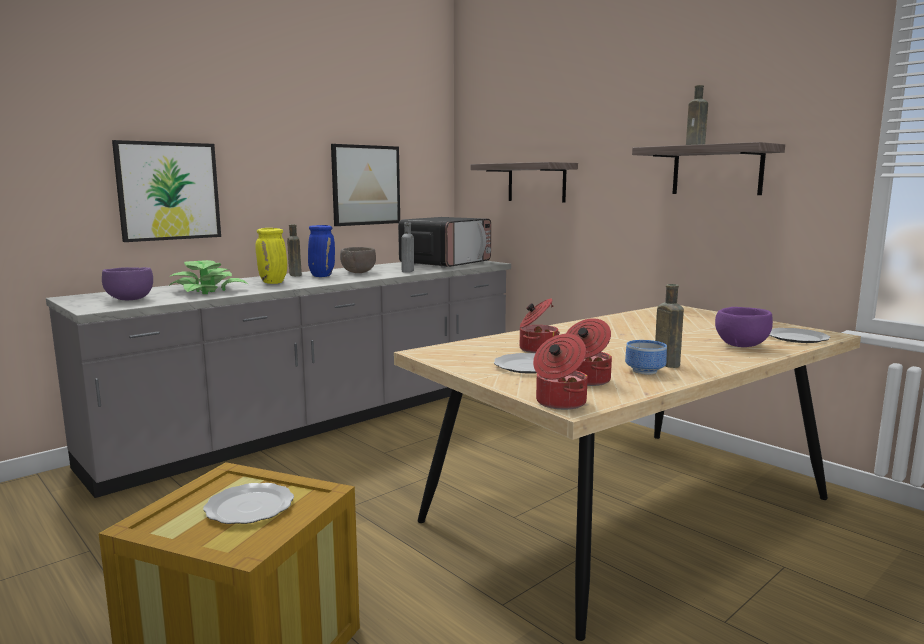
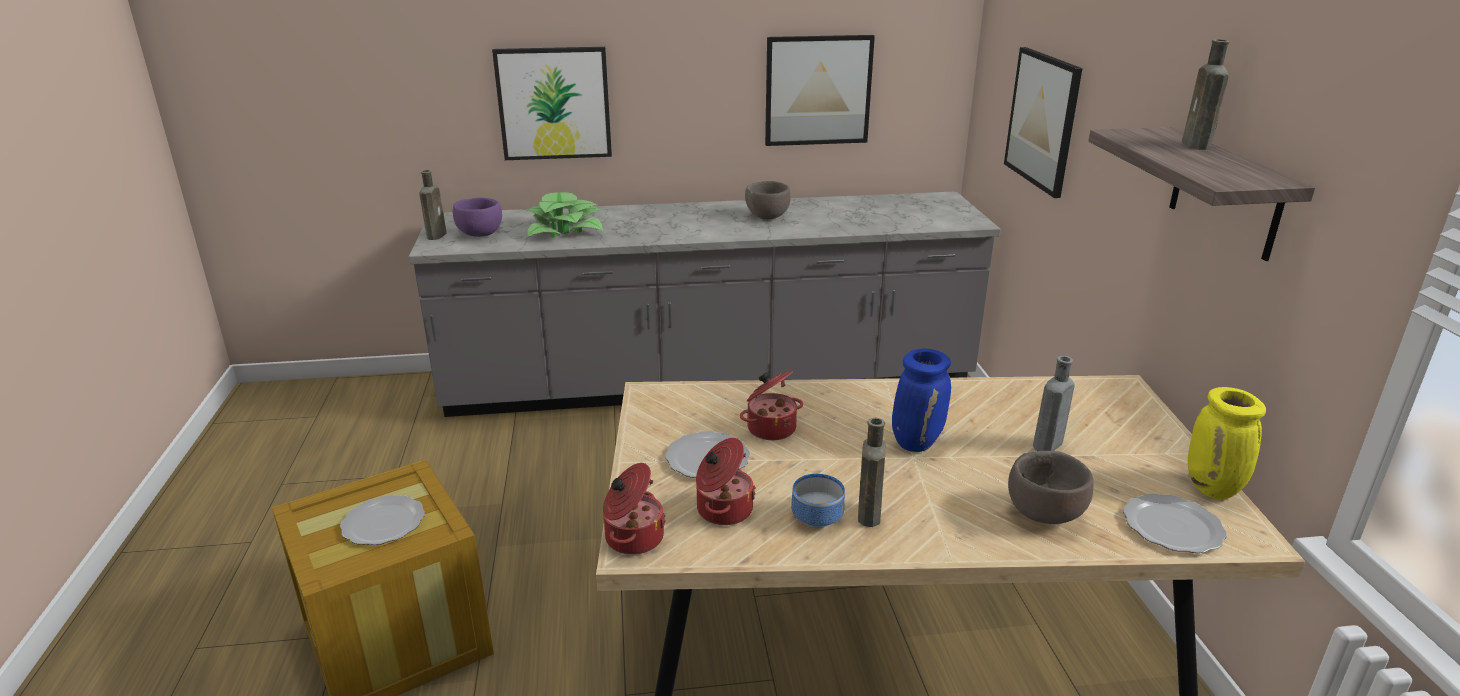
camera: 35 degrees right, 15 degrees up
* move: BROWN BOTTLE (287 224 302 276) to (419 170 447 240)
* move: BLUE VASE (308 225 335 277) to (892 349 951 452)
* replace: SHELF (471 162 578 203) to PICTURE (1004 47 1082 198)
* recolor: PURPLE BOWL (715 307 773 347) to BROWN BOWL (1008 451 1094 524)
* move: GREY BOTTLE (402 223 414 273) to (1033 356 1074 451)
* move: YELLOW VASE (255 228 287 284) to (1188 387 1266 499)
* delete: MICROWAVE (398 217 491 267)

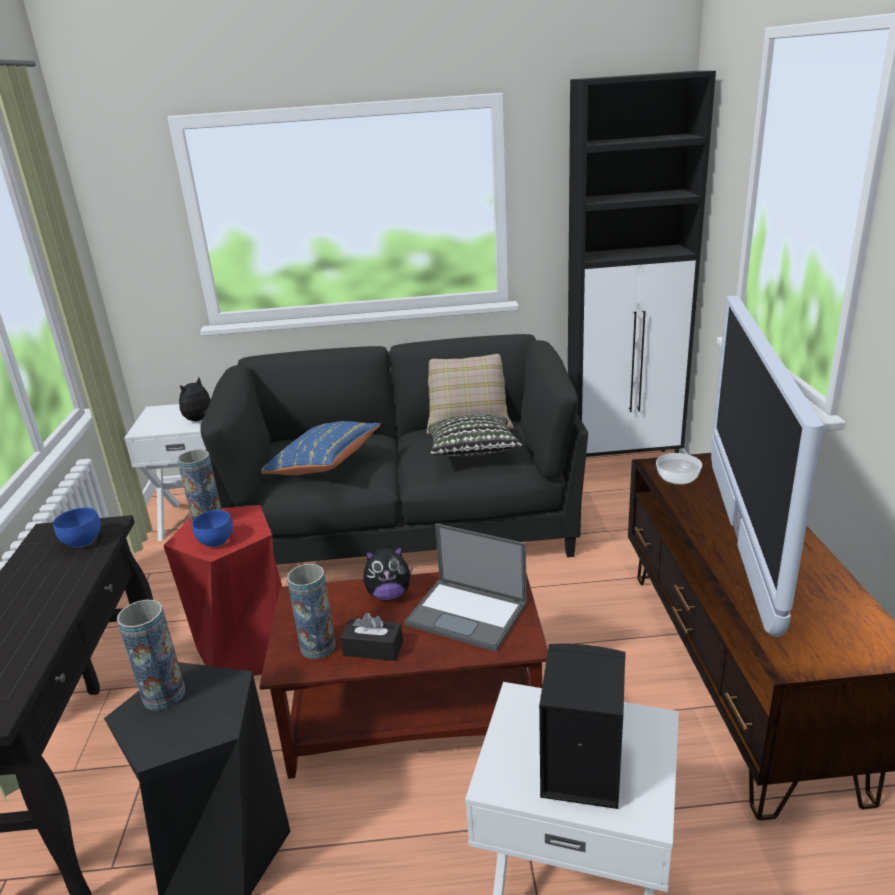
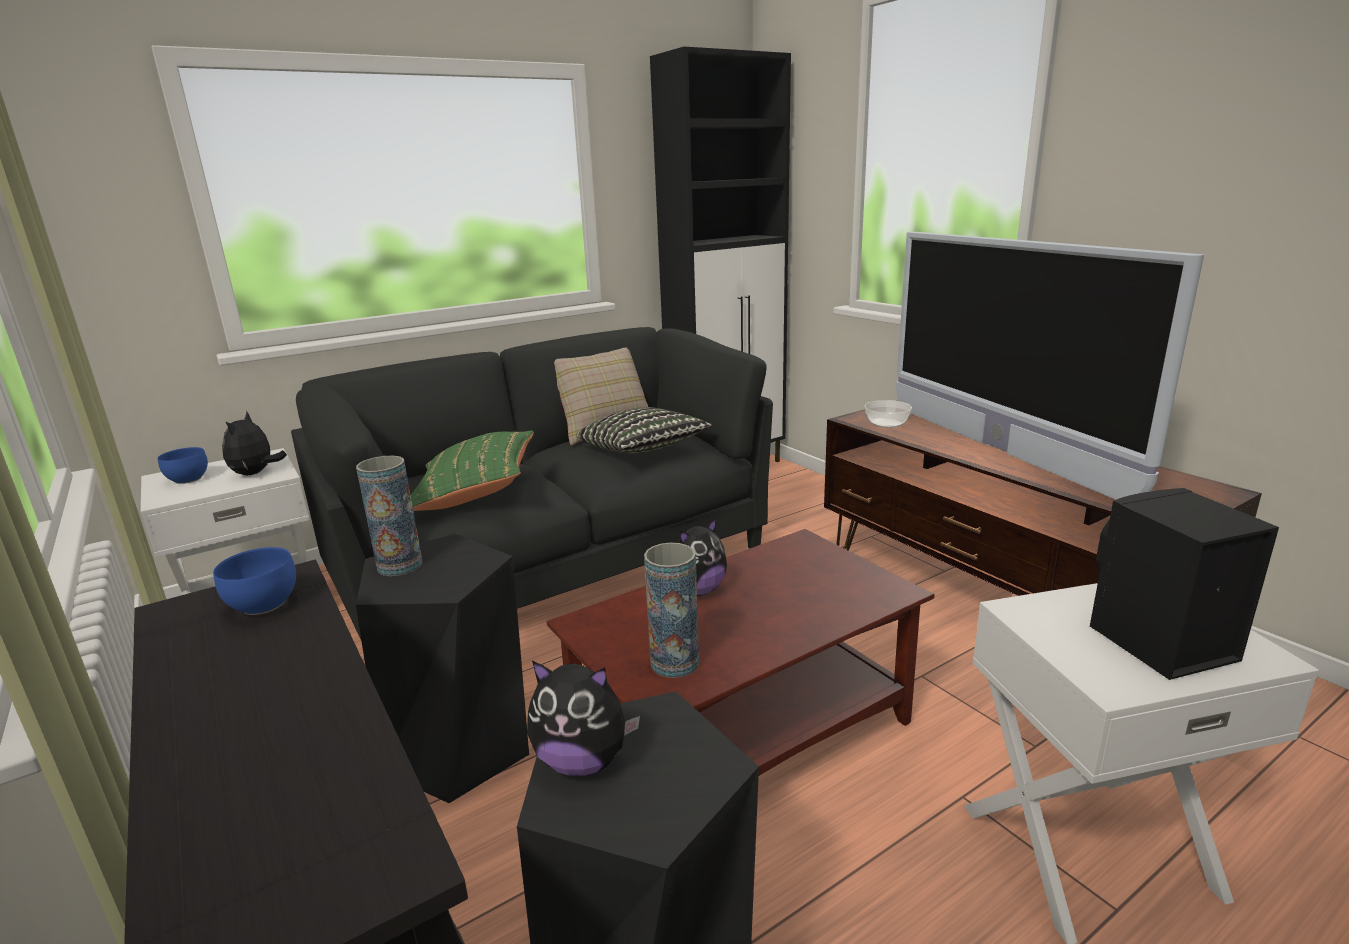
camera: 30 degrees left, 5 degrees down
* move: BLUE BOWL (192 510 233 547) to (158 447 208 484)
* recolor: RED STOOL (163 505 282 676) to BLACK STOOL (356 534 529 803)
* recolor: BLUE PILLOW (261 421 381 475) to GREEN PILLOW (411 431 534 511)
* replace: VASE (117 600 185 711) to PLUSH TOY (527 661 640 776)
* delete: BLACK TISSUE BOX (340 613 403 661)
* delete: LAPTOP (404 523 527 652)

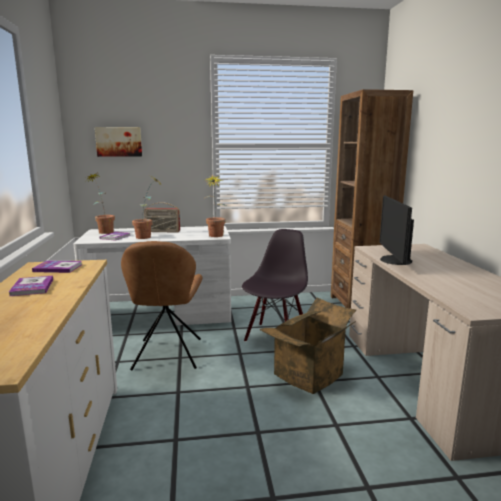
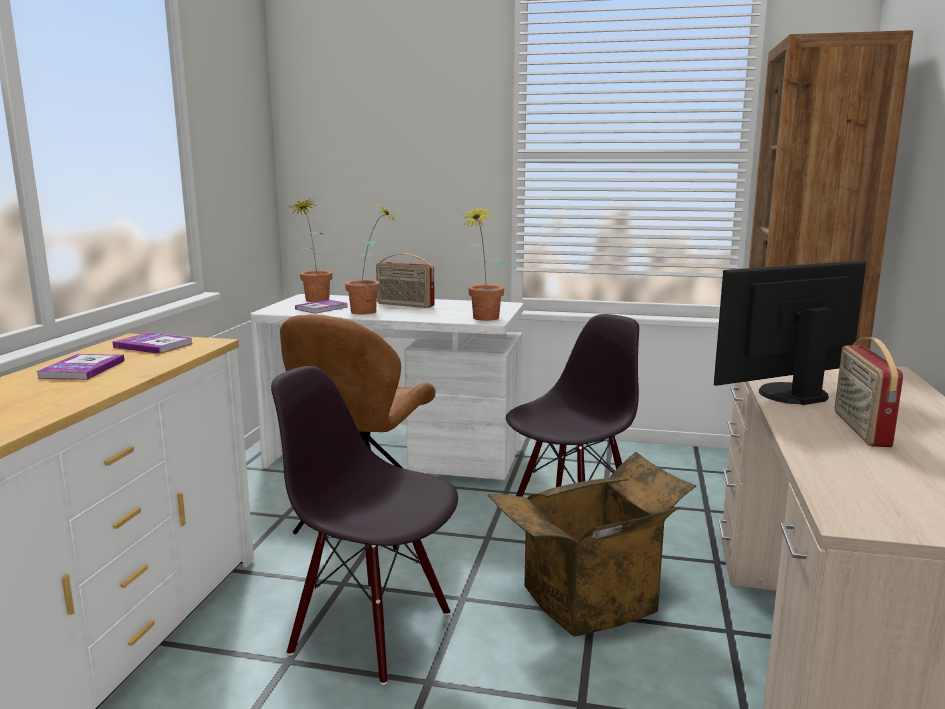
camera: 20 degrees right, 0 degrees up
* insert: BLACK CHAIR (271 366 458 685)
* rotate: MONITOR (379 195 414 265) = (714 260 866 405) 45 degrees clockwise
* insert: RADIO (835 337 903 447)
* delete: PICTURE (95 127 142 157)

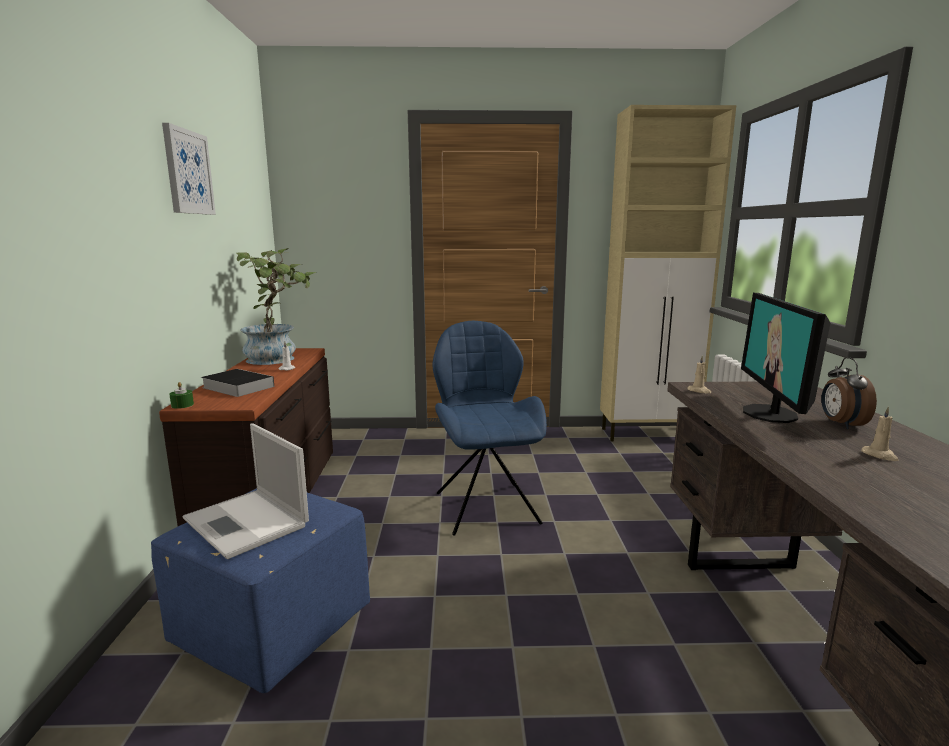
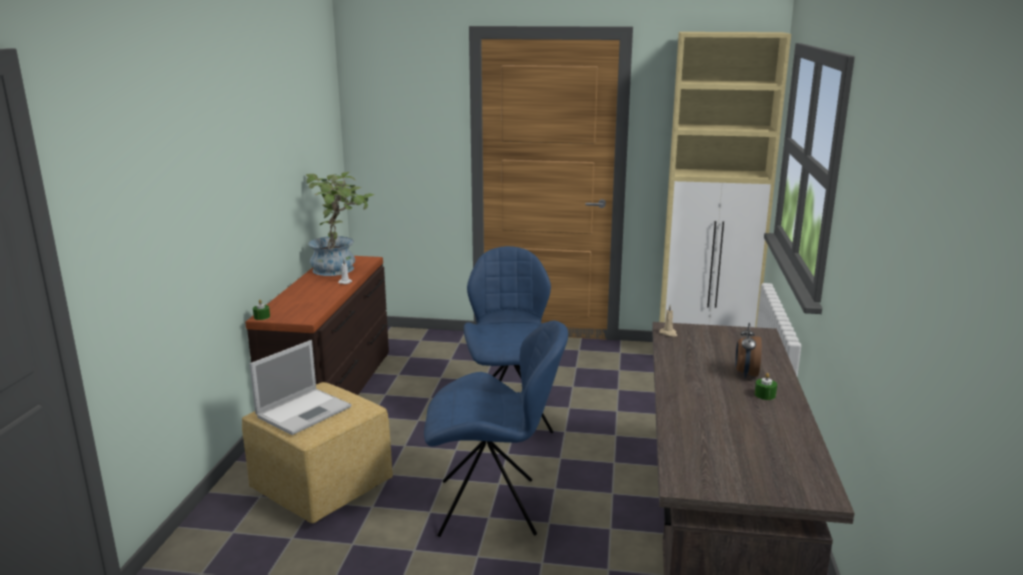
camera: 10 degrees right, 5 degrees up
* recolor: BLUE OTTOMAN (151 488 370 693) to YELLOW OTTOMAN (242 382 393 523)
* rotate: LAPTOP (182 423 309 559) = (249 340 351 435) 105 degrees counterclockwise
* insert: BLUE CHAIR (424 321 568 537)
* insert: GREEN CANDLE (755 373 777 400)
* delete: PICTURE (162 123 216 215)
* delete: BOOK (201 369 274 397)
* delete: MONITOR (741 293 830 423)
* delete: BEIGE CANDLE (861 407 898 461)

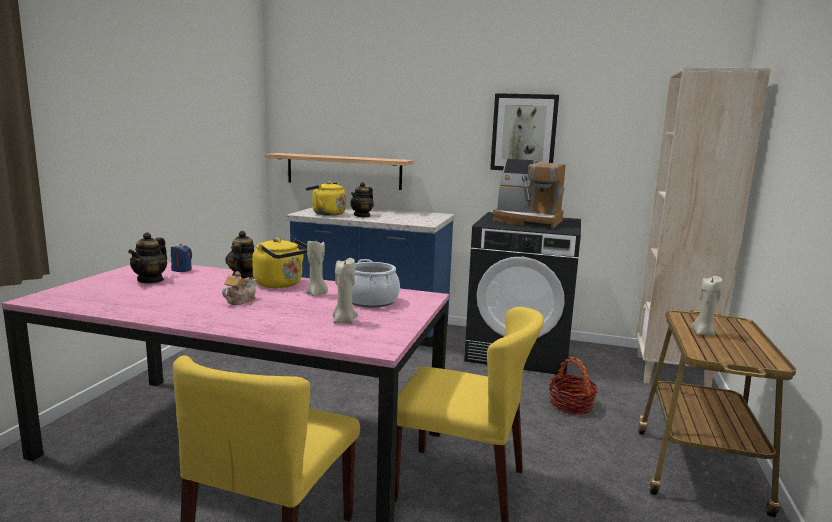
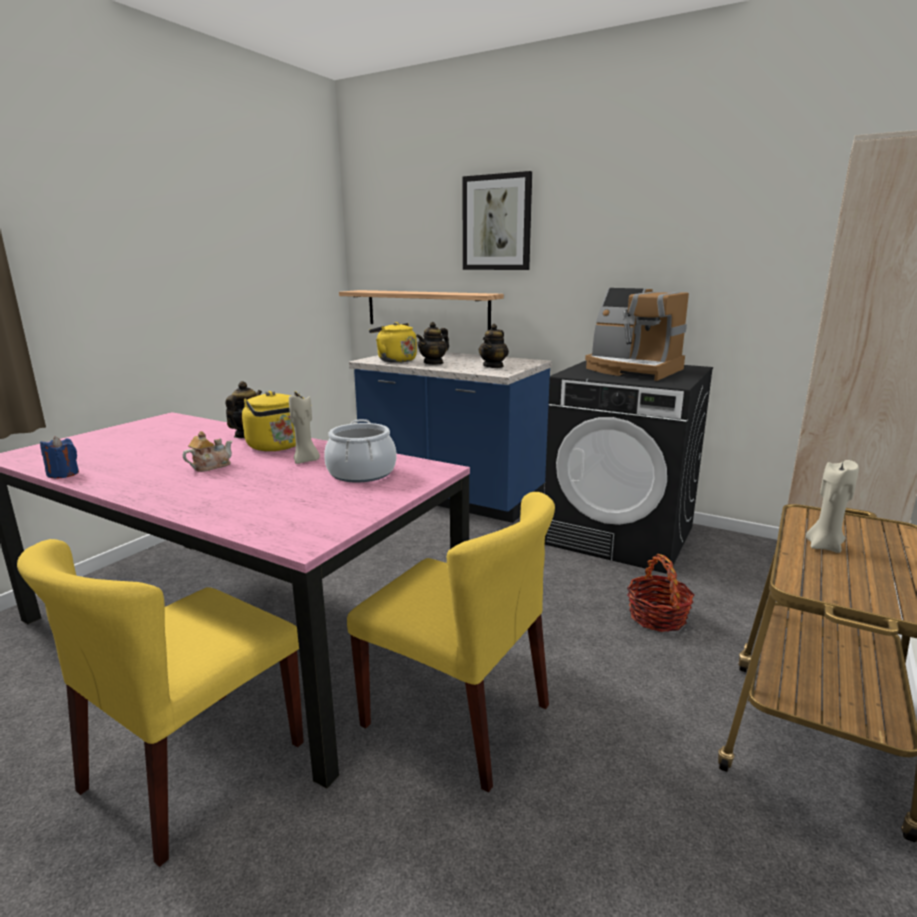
camera: 15 degrees right, 5 degrees up
* move: BLUE CANDLE (171 244 192 272) to (40 436 79 478)
* move: PICTURE (490 93 559 170) to (462 171 532 270)
* move: TEAPOT (128 232 167 283) to (479 324 509 368)
* delete: BEIGE CANDLE (333 258 358 324)

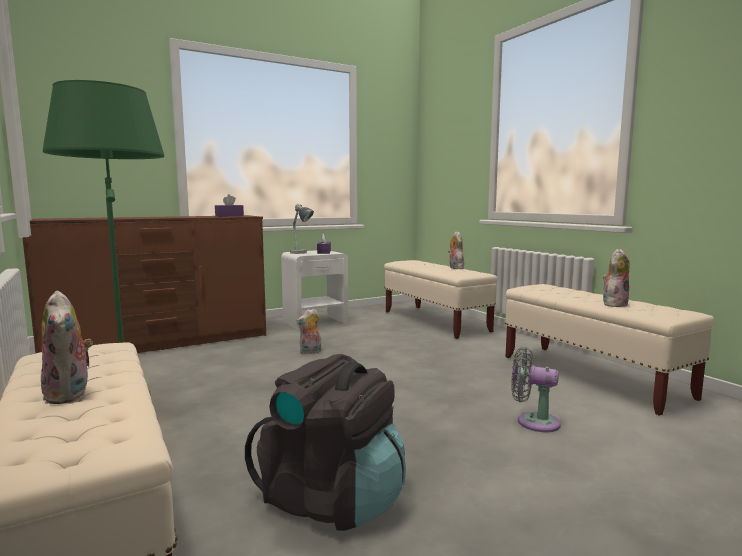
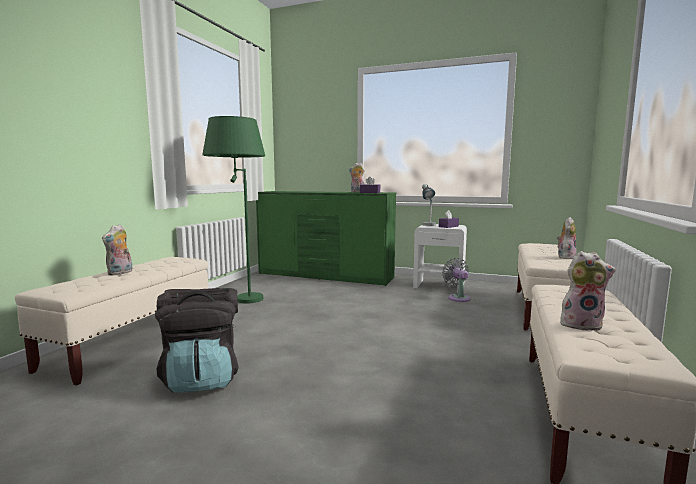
camera: 50 degrees right, 0 degrees up
* recolor: BROWN DRESSER (23 215 266 353) to GREEN DRESSER (256 191 396 286)
* move: PLUSH TOY (296 308 321 354) to (349 163 365 192)
* move: GREY FAN (511 347 561 432) to (442 258 471 302)

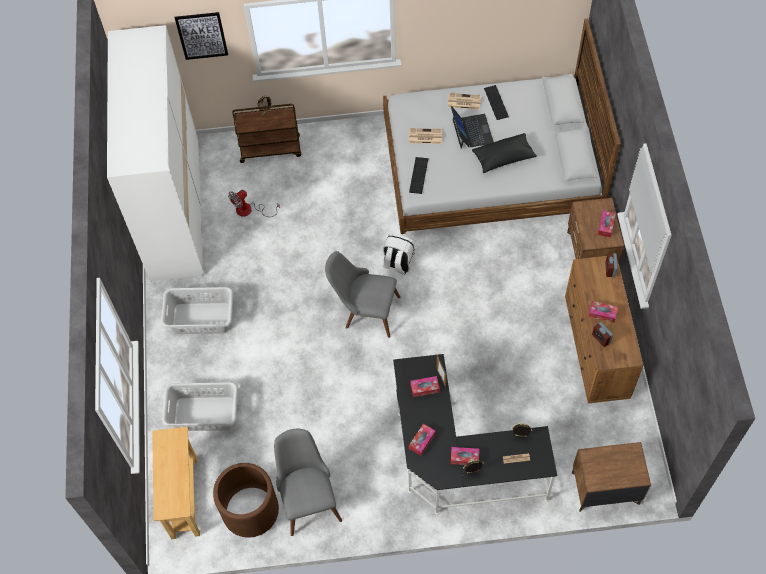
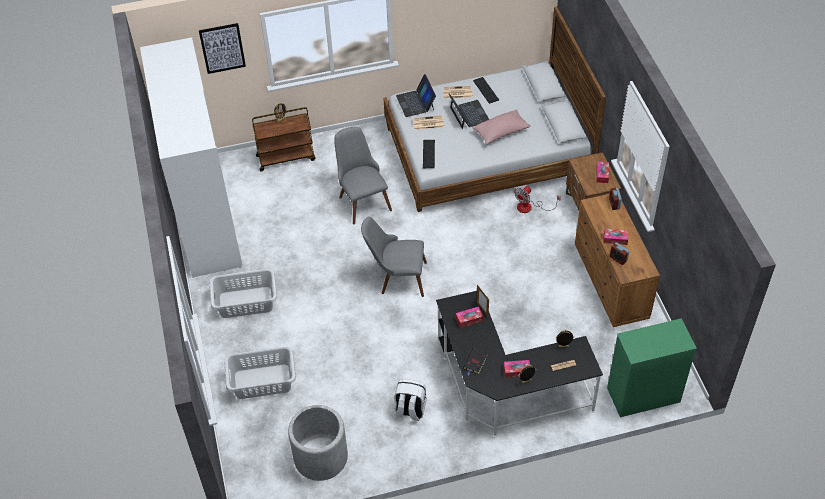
camera: 10 degrees left, 10 degrees down
* recolor: BROWN PLANTER (213 463 279 538) to GREY PLANTER (288 405 348 481)
* move: GREY CHAIR (274 429 342 536) to (335 127 392 225)
* move: WHITE BACKPACK (383 233 415 275) to (395 379 427 421)
* insert: LAPTOP (396 74 436 117)
* replace: TISSUE BOX (409 424 436 456) to BLACK BOOK (463 348 488 375)
* recolor: BLACK PILLOW (472 133 537 173) to PINK PILLOW (473 110 531 145)
* move: FAN (228 190 280 217) to (514 186 561 213)
* replace: BROWN NIGHTSTAND (572 442 651 512) to GREEN DRESSER (607 318 697 417)
* delete: BEIGE CONSOLE TABLE (152 427 200 539)

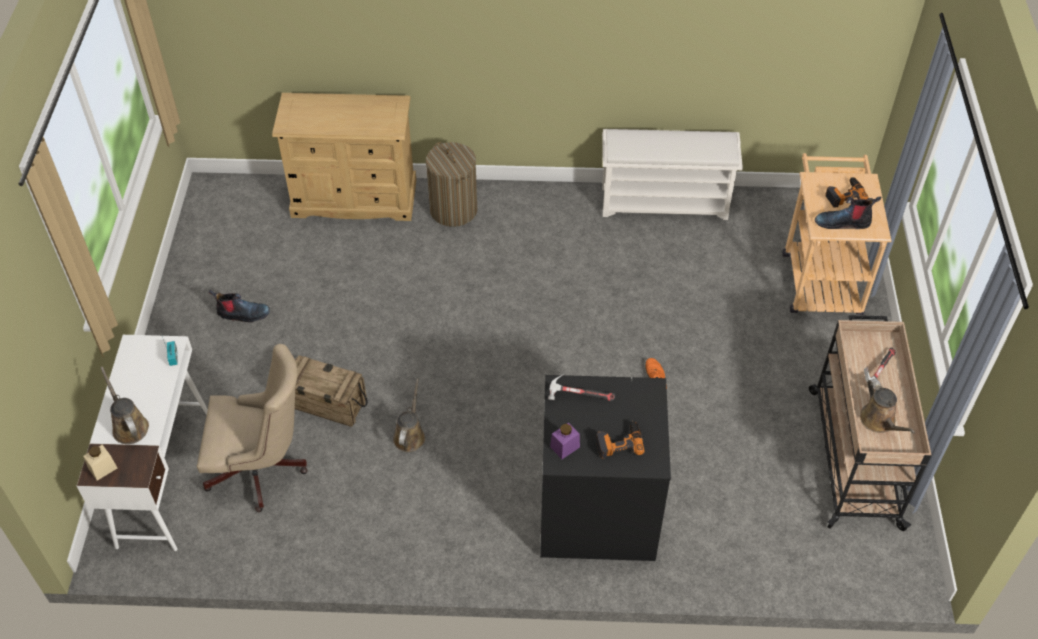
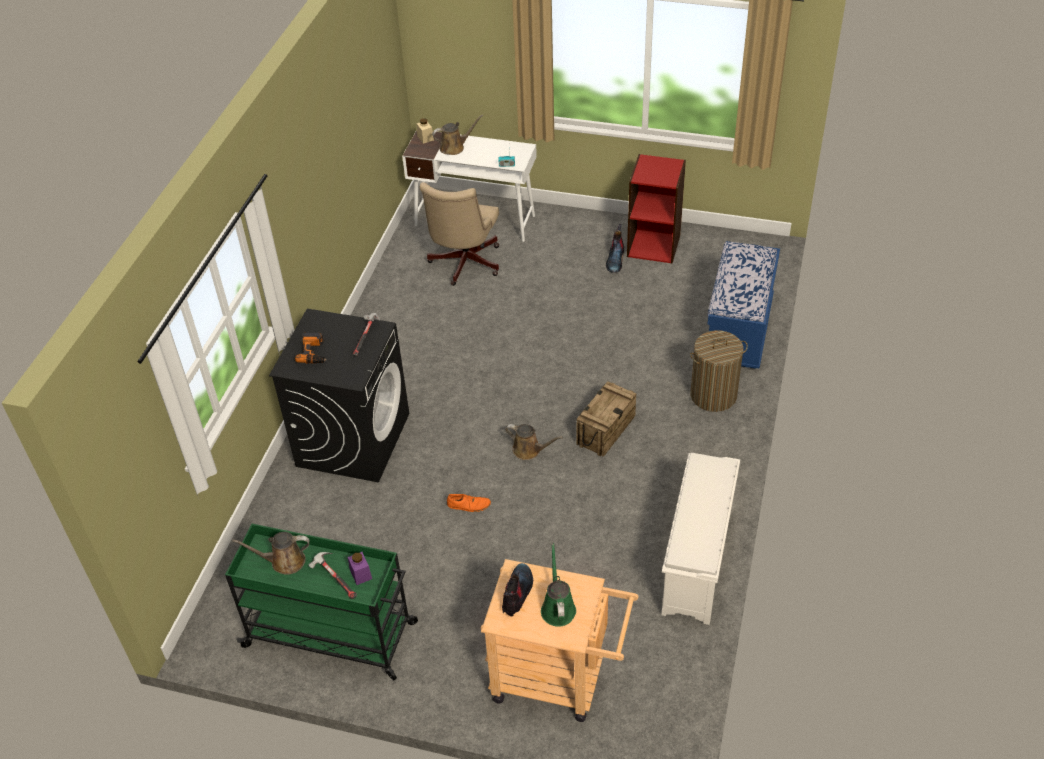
camera: 105 degrees right, 5 degrees down
* recolor: BEIGE CART (809 315 931 531) to GREEN CART (225 524 418 680)
* move: PURPLE JAR (550 423 580 459) to (348 552 372 585)
* move: BROWN WATERING CAN (393 378 425 452) to (505 424 563 460)
* replace: POWER DRILL (826 177 869 208) to GREEN WATERING CAN (541 543 576 627)
* move: CRATE (295 355 368 427) to (576 381 637 456)
* insert: RED BOOKCASE (627 154 686 264)
* replace: BEIGE DRESSER (272 93 416 221) to BLUE BENCH (707 241 780 369)

